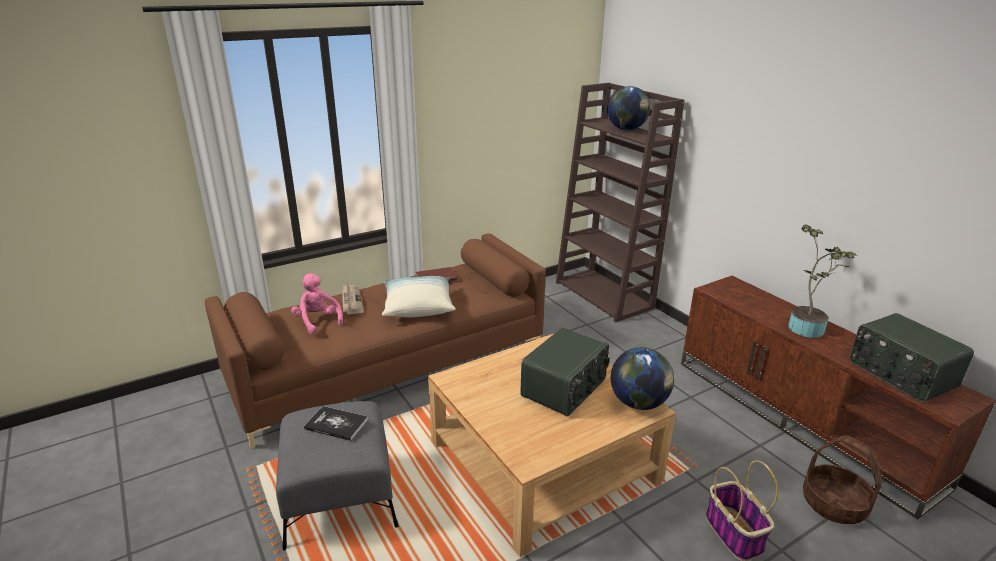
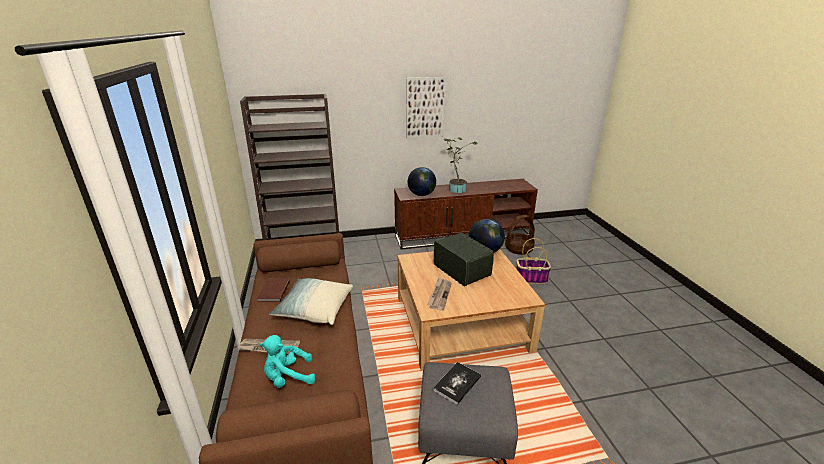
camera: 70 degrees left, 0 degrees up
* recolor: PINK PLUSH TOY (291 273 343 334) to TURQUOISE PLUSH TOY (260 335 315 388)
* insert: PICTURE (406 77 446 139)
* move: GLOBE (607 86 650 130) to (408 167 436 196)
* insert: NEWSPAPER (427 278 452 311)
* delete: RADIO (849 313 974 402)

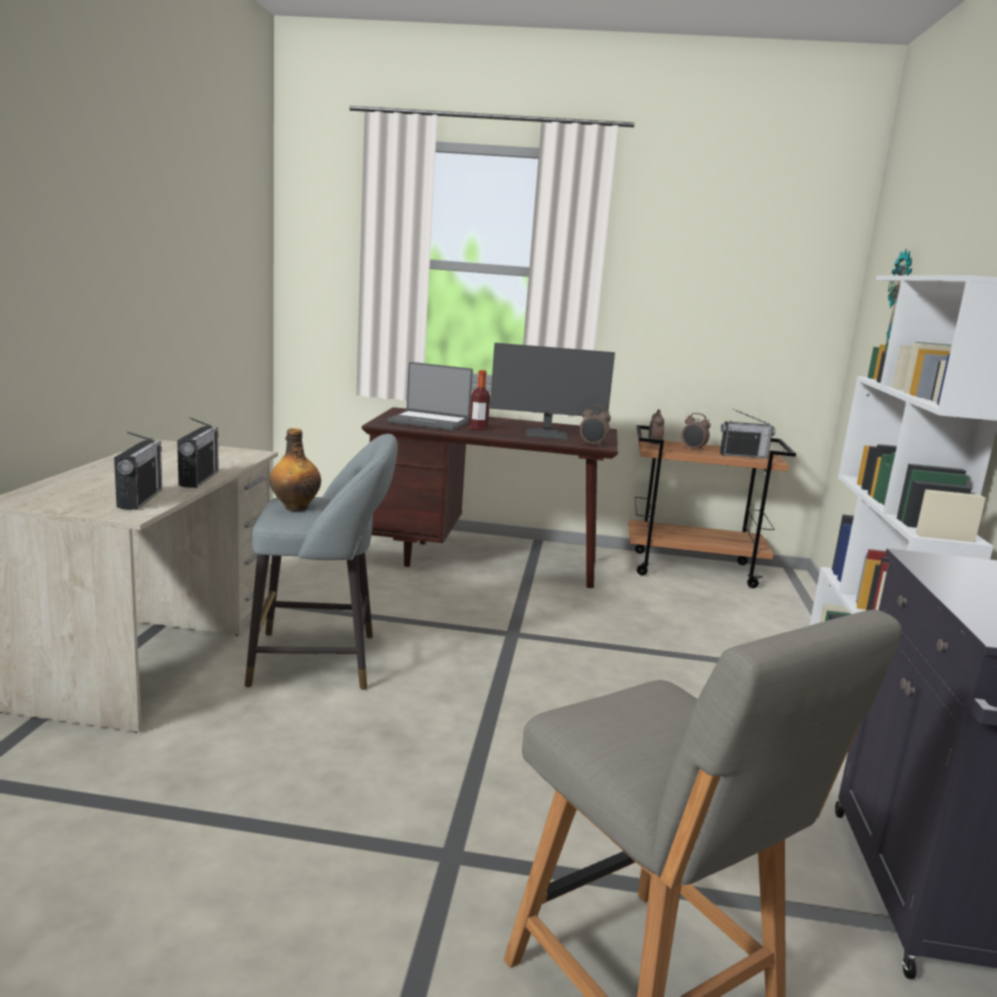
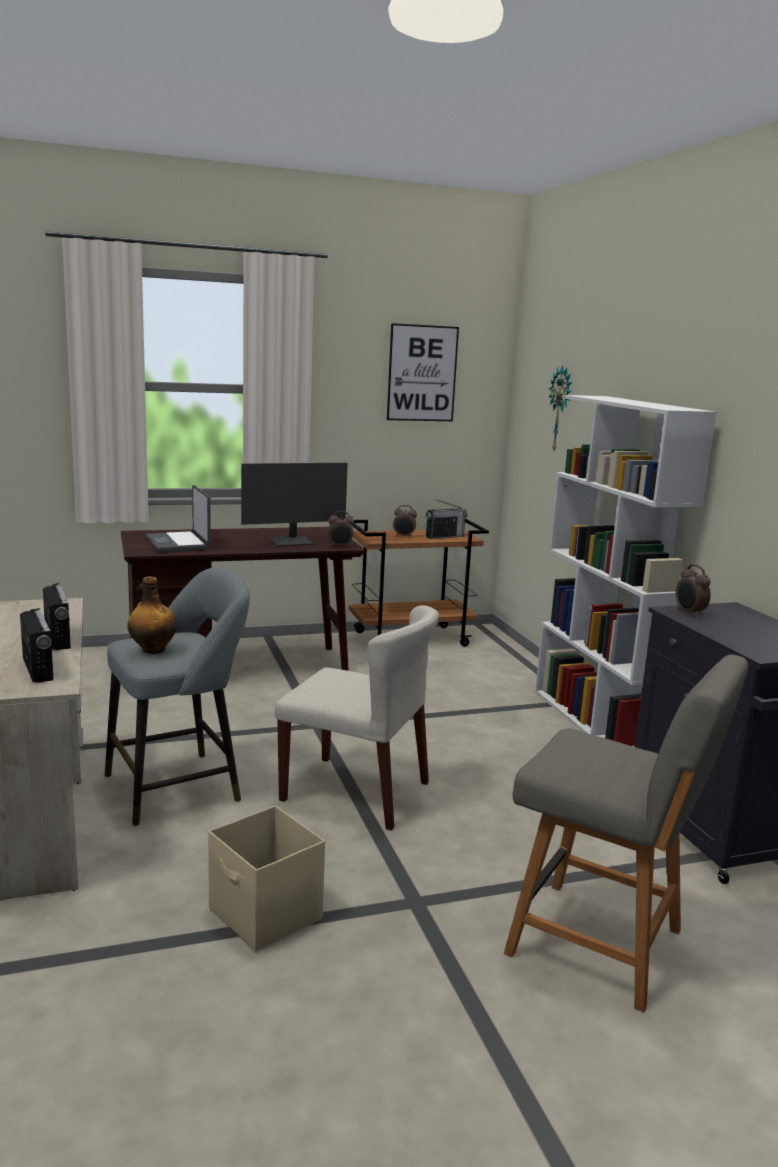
camera: 25 degrees left, 0 degrees up
* rotate: LAPTOP (388 362 473 431) = (145 485 211 552) 75 degrees clockwise
* insert: BEIGE STORAGE BOX (208 806 325 952)
* insert: BEIGE CHAIR (275 605 439 831)
* insert: PICTURE (387 323 459 421)
* move: ALARM CLOCK (649 409 664 447) to (676 564 711 617)
* delete: BOTTLE (469 370 490 430)

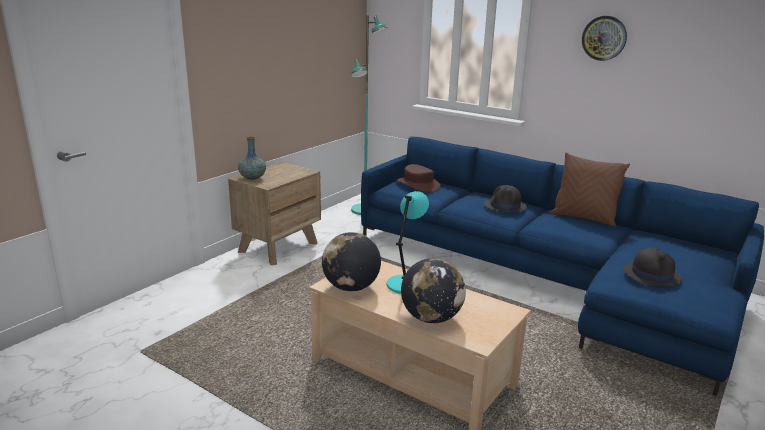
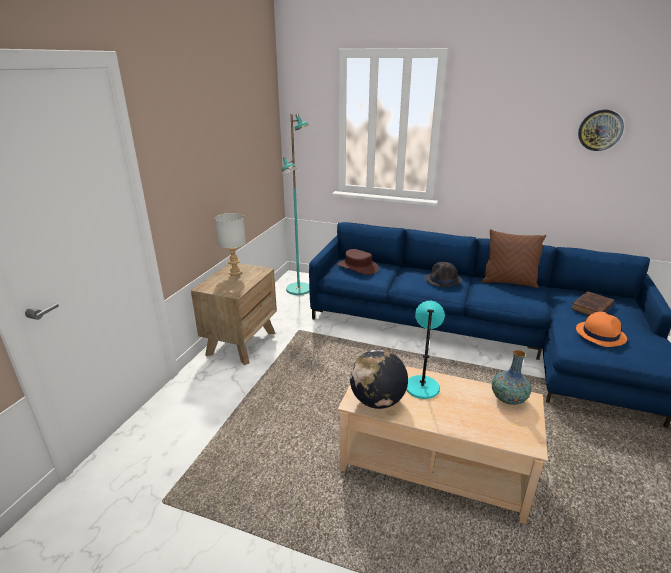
camera: 15 degrees left, 5 degrees up
* insert: GREY TABLE LAMP (215 213 246 276)
* move: VASE (238 137 266 180) to (492 350 531 405)
* insert: BROWN BOOK (571 291 614 315)
* recolor: BLACK HAT (624 248 682 287) to ORANGE HAT (576 312 627 347)
* move: WALL CLOCK (582 16 627 61) to (578 109 624 151)
* delete: GLOBE (401 258 466 323)

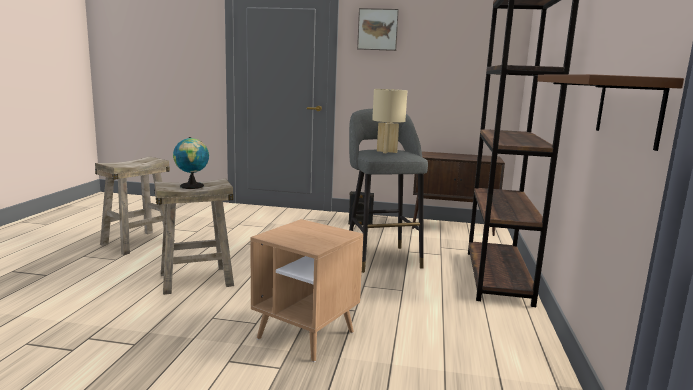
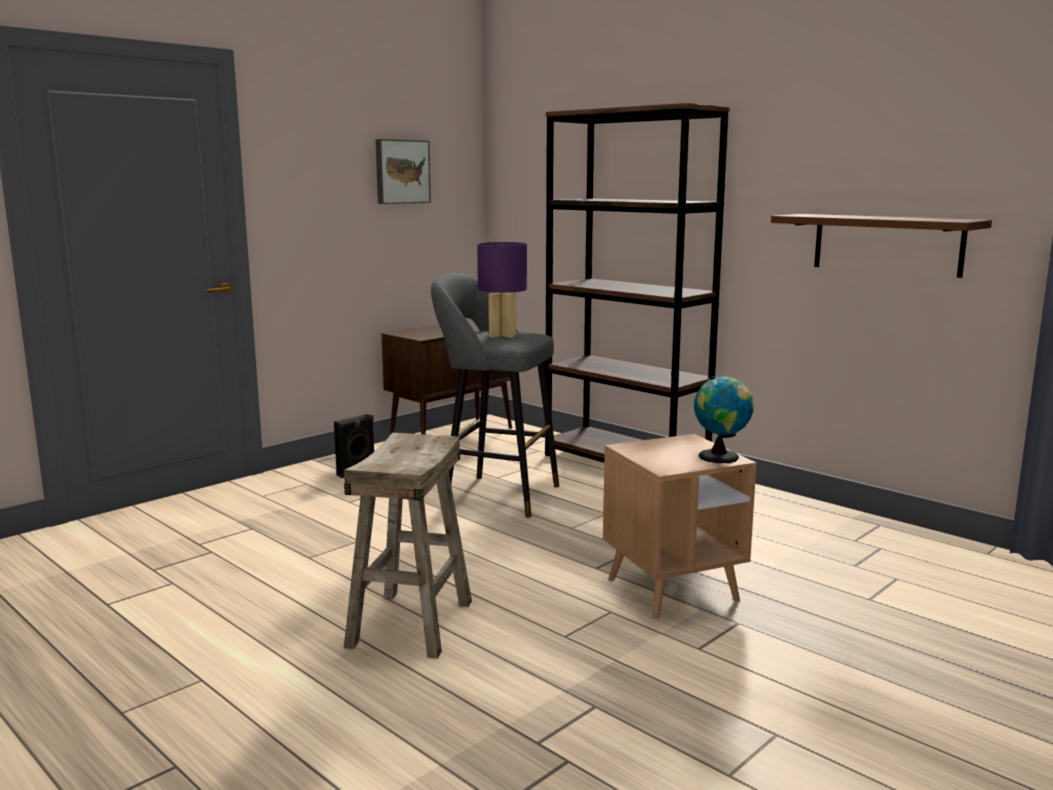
camera: 55 degrees left, 0 degrees up
* move: PICTURE (357 8 399 51) to (375 139 431 204)
* recolor: BEIGE TABLE LAMP (372 89 407 153) to PURPLE TABLE LAMP (477 242 527 338)
* move: GLOBE (173 137 209 189) to (694 376 754 463)
* delete: BEIGE STOOL (95 156 175 255)

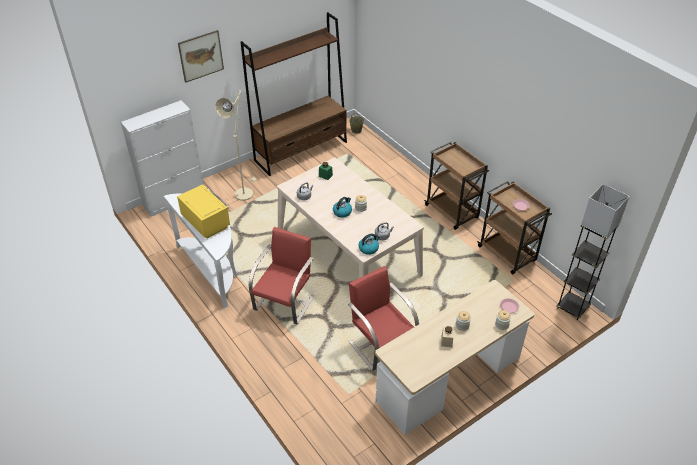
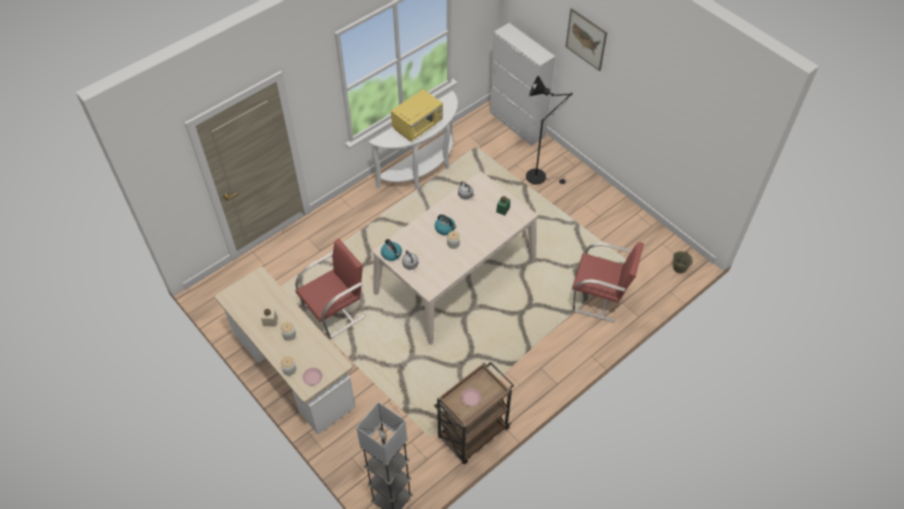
camera: 85 degrees right, 10 degrees up
* recolor: BEIGE FLOOR LAMP (215 90 257 201) to BLACK FLOOR LAMP (526 76 573 184)
* move: RED CHAIR (248 227 315 324) to (572 242 644 323)
* delete: BROWN BOOKCASE (241 12 347 176)
* delete: BROWN CART (424 142 489 230)

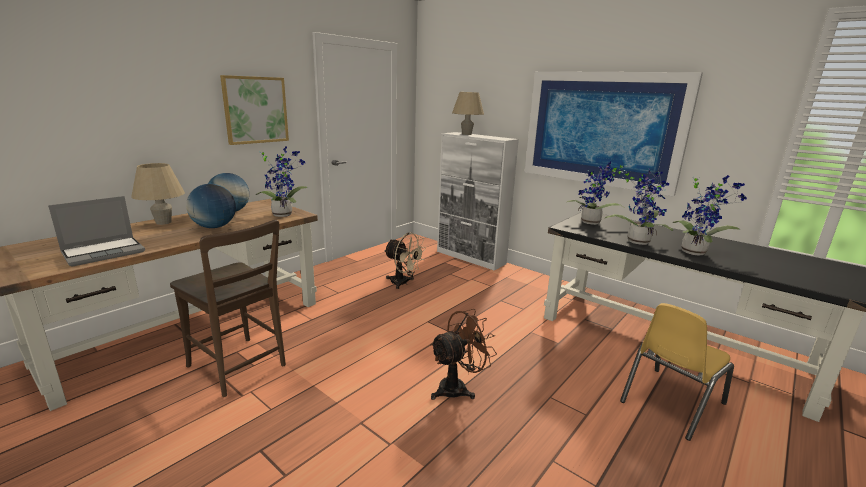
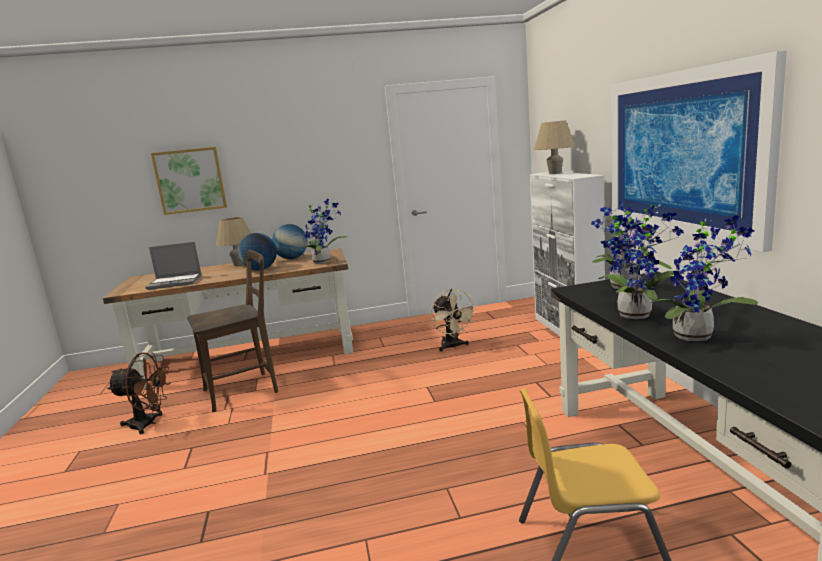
camera: 40 degrees right, 5 degrees down
* move: BROWN FAN (430 309 497 400) to (107 352 171 435)
* move: PICTURE (220 75 289 145) to (151 147 227 215)
* rotate: BROWN CHAIR (170 220 286 397) = (187 250 278 412) 105 degrees counterclockwise

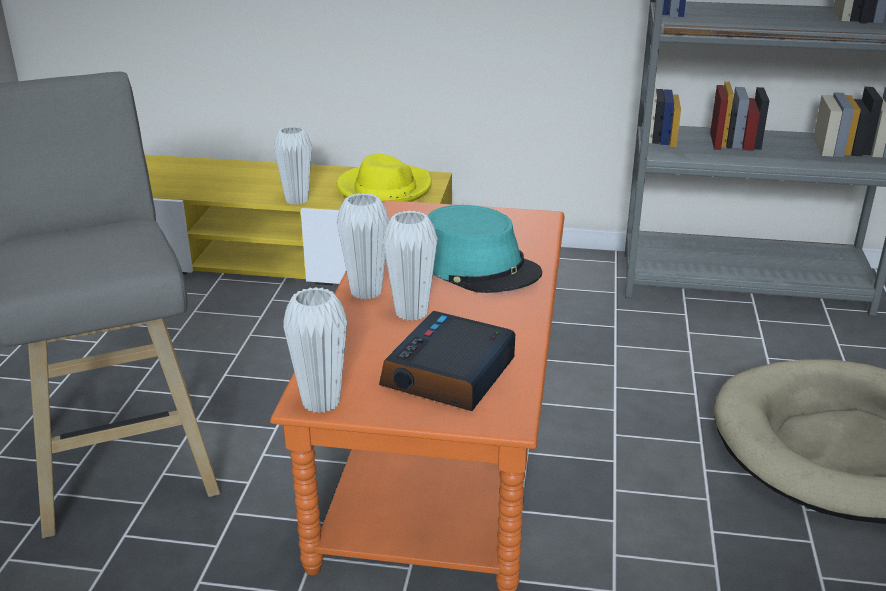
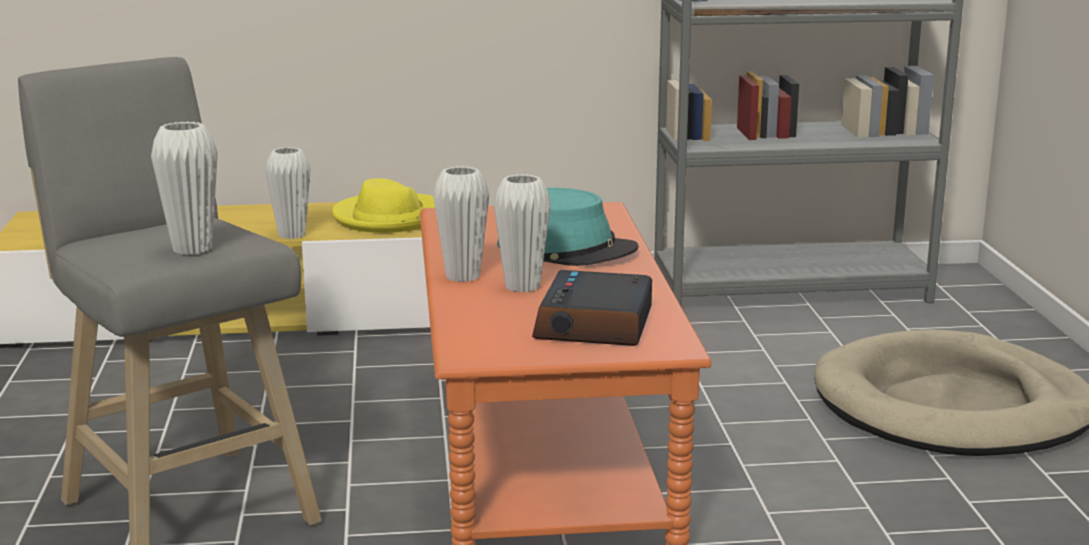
camera: 15 degrees left, 10 degrees down
* move: WHITE VASE (283 287 347 413) to (151 122 218 255)

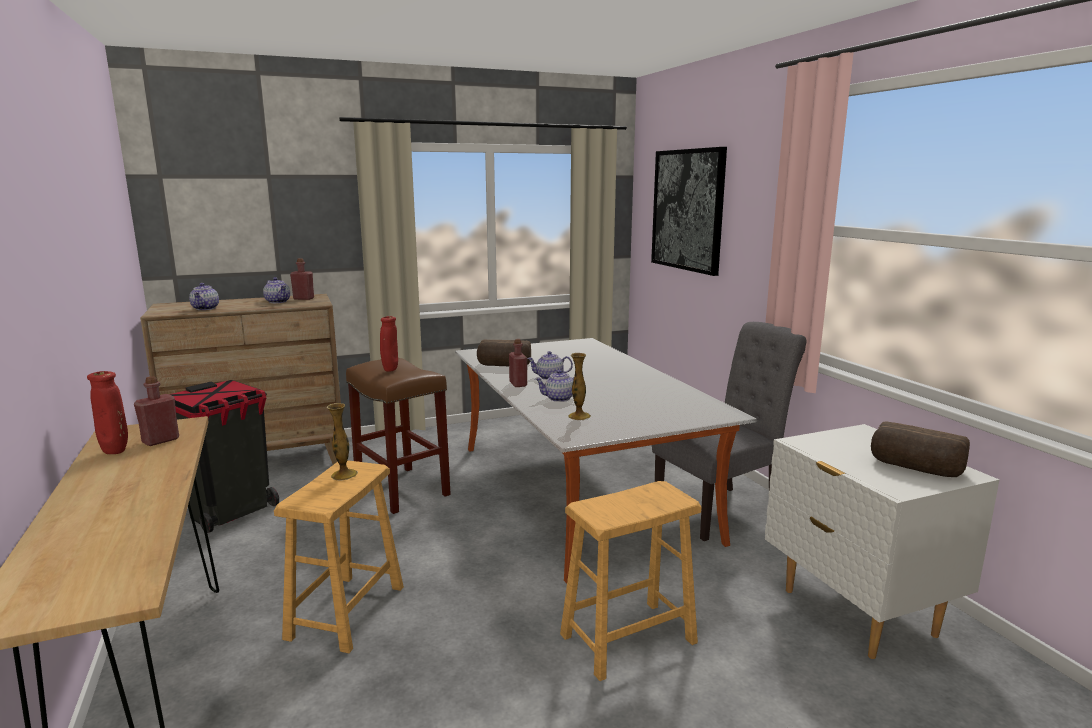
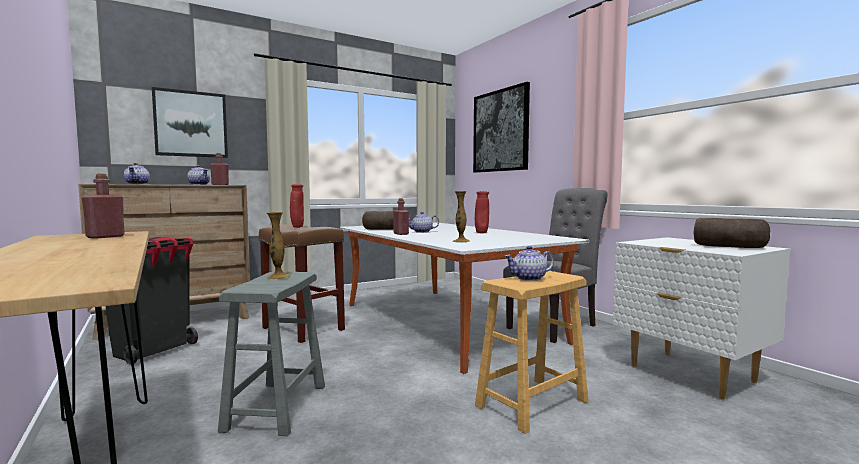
camera: 10 degrees left, 10 degrees down
* insert: PICTURE (152 87 228 158)
* recolor: BROWN STOOL (274 460 404 653) to GREY STOOL (218 271 325 436)
* move: RED VASE (87 371 128 454) to (475 191 489 233)
* move: TEAPOT (535 370 574 402) to (505 246 554 281)

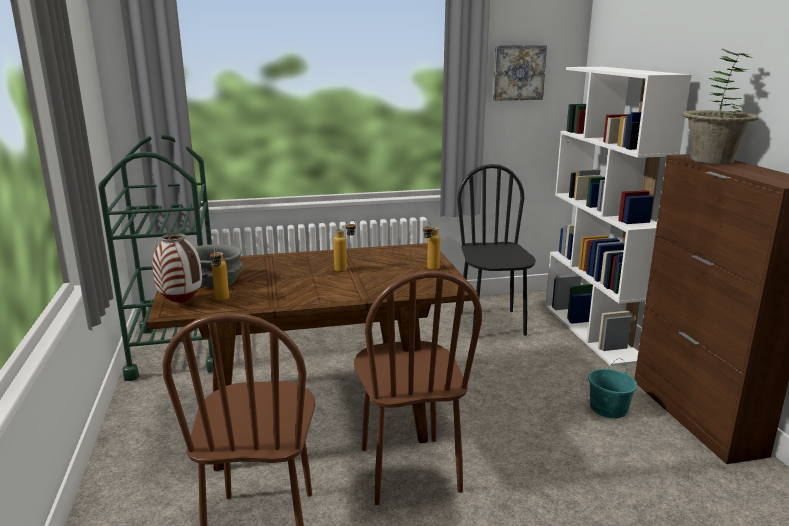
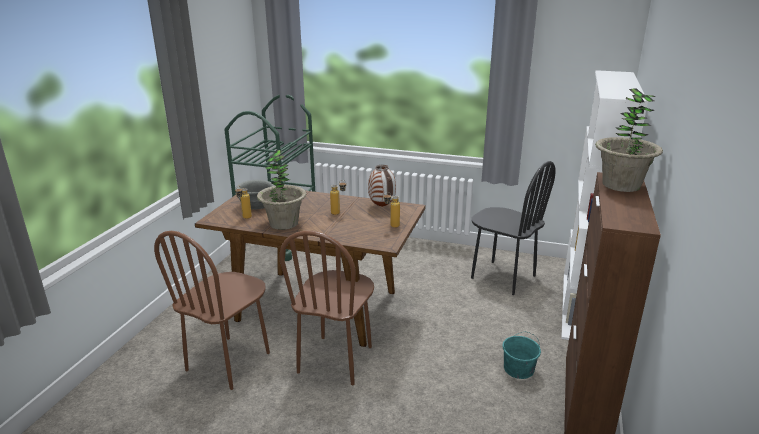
camera: 30 degrees right, 5 degrees up
* insert: POTTED PLANT (257 150 306 230)
* move: VASE (153 233 202 303) to (368 165 396 207)
* rotate: BLACK CHAIR (457 164 536 336) = (471 161 556 295) 105 degrees clockwise
* delete: PICTURE (492 45 547 101)

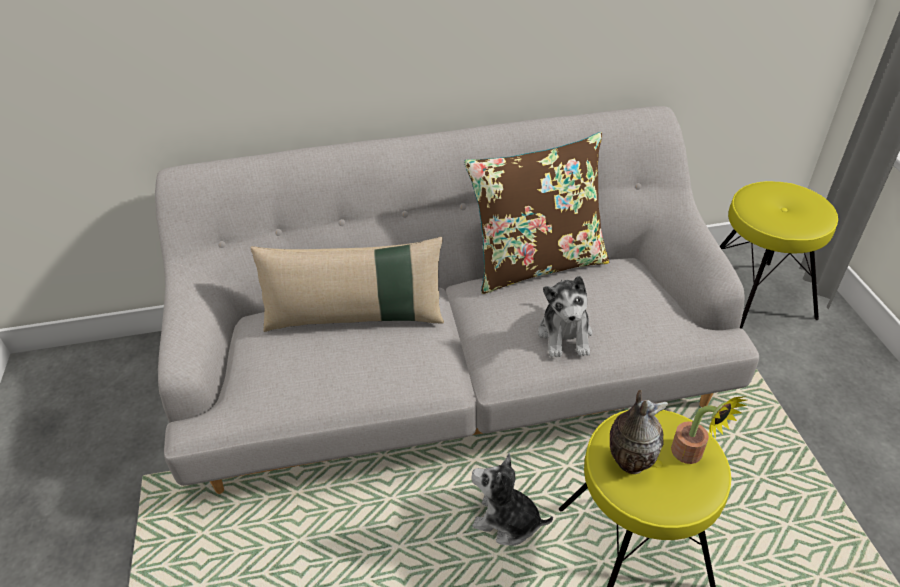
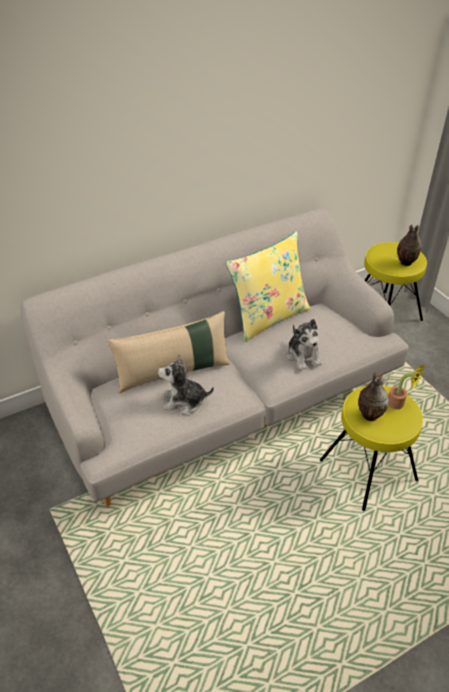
camera: 20 degrees left, 0 degrees up
* move: PLUSH TOY (471 453 553 545) to (158 354 214 414)
* recolor: BROWN PILLOW (464 132 609 294) to YELLOW PILLOW (225 232 310 342)
* insert: VASE (397 225 422 266)

